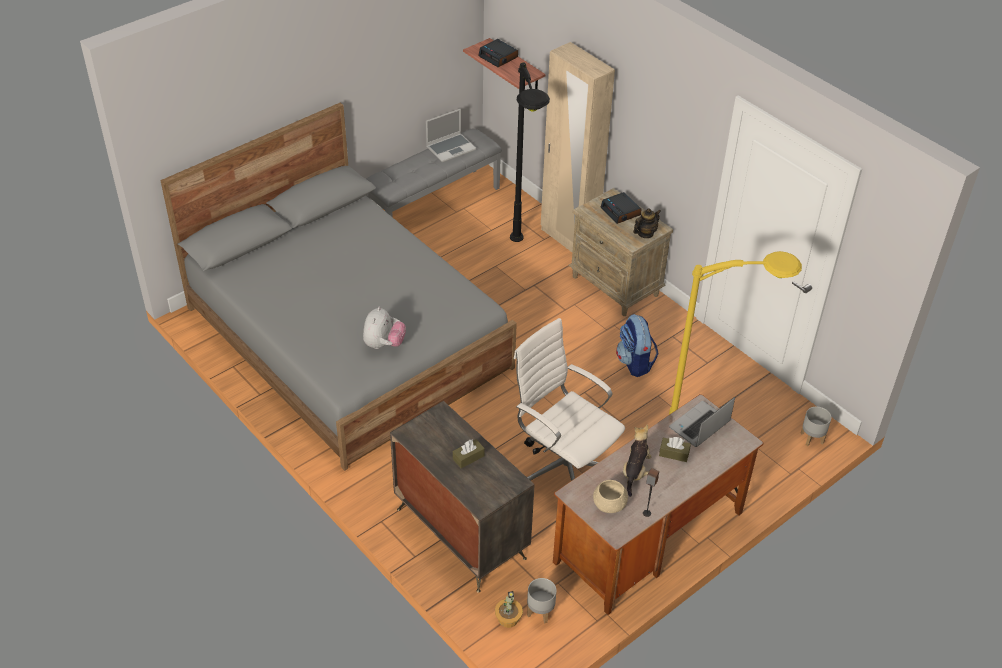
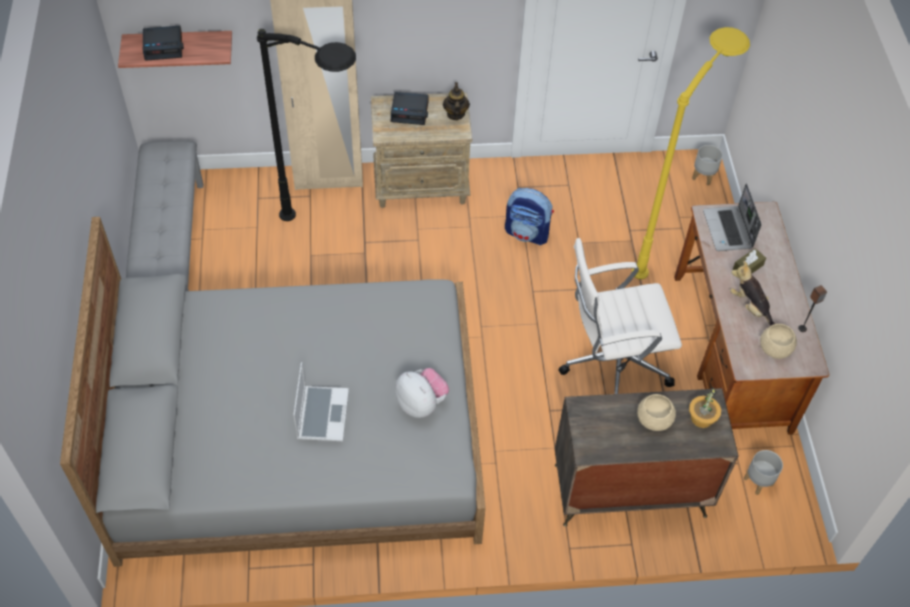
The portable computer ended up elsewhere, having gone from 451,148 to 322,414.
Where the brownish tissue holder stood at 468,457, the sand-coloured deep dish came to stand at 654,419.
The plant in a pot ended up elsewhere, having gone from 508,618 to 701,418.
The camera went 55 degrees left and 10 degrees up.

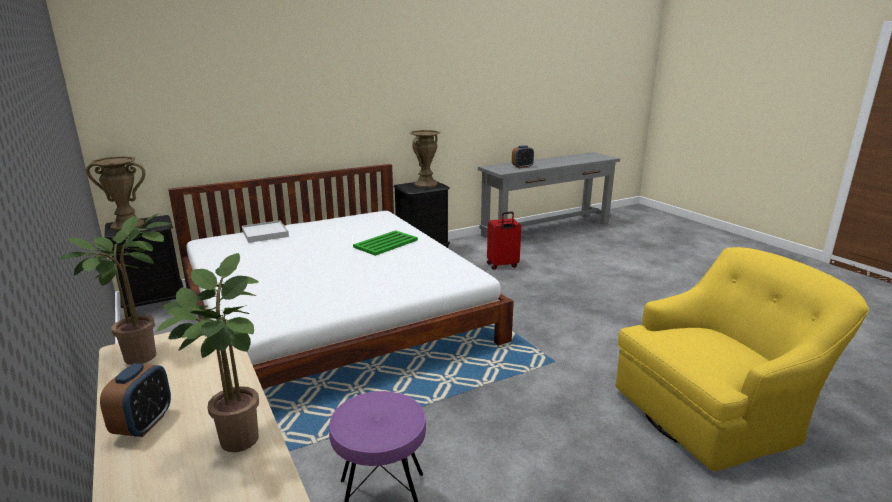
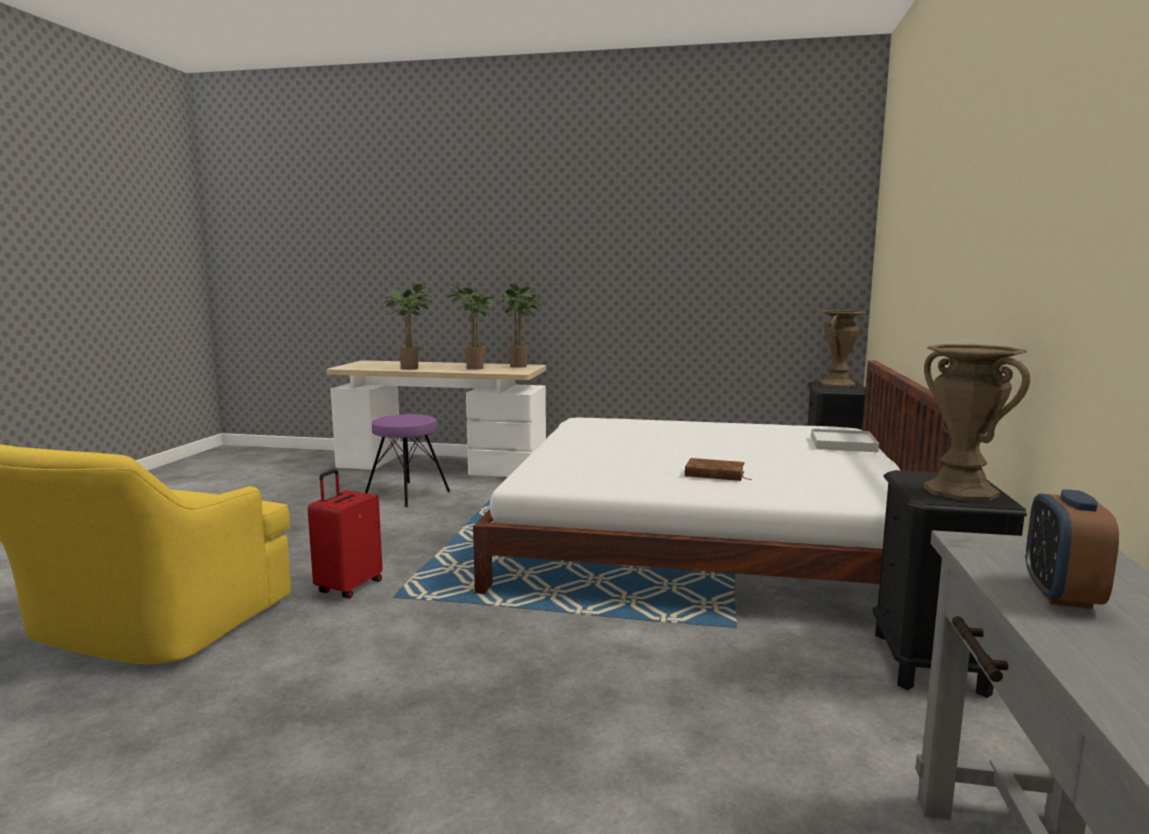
The second view lost the bedside clock at 144,424.
Where the green-coloured carrying tray stood at 386,243, the brownish volume came to stand at 715,474.
The red travel case ended up elsewhere, having gone from 502,265 to 348,587.
The second view gained the plant in a pot at 474,368.
The camera went 130 degrees right and 10 degrees down.

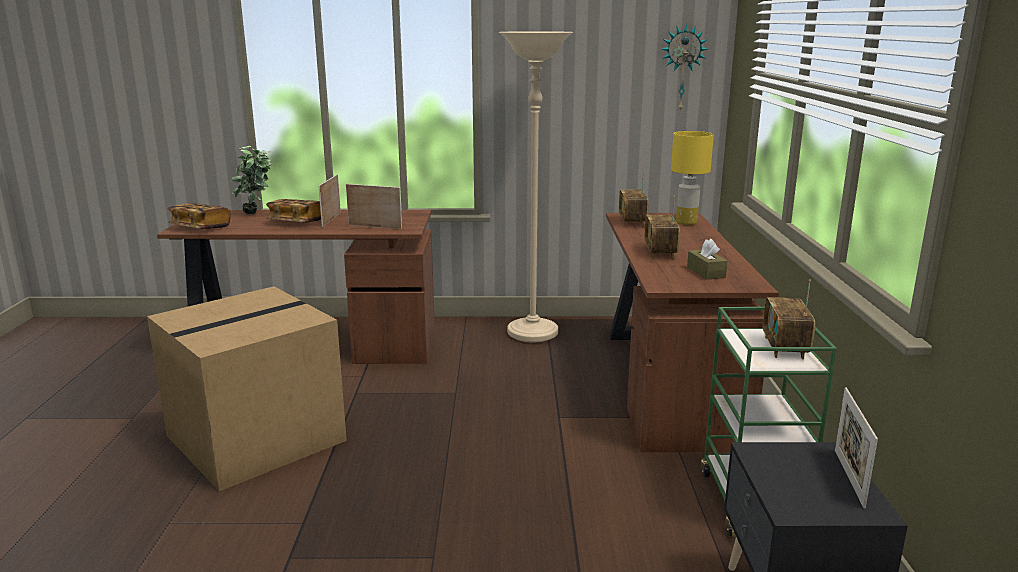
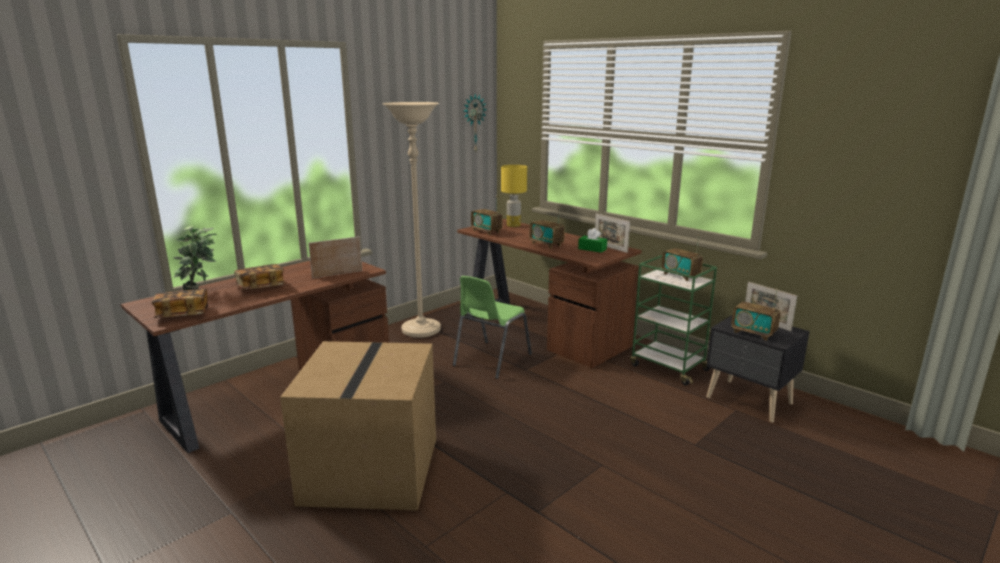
The standing frame ended up elsewhere, having gone from 331,219 to 610,248.
What was the brownish tissue holder at 706,272 turned into the green-coloured tissue holder at 592,249.
The second view gained the green-coloured plain chair at 491,360.
The second view gained the radio receiver at 753,333.
The camera went 45 degrees left and 0 degrees up.

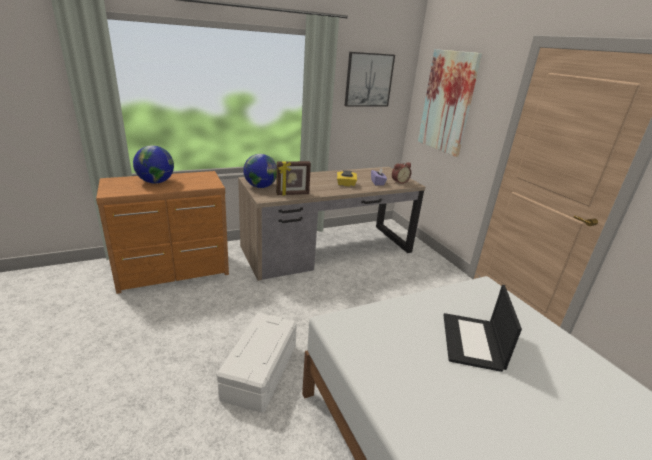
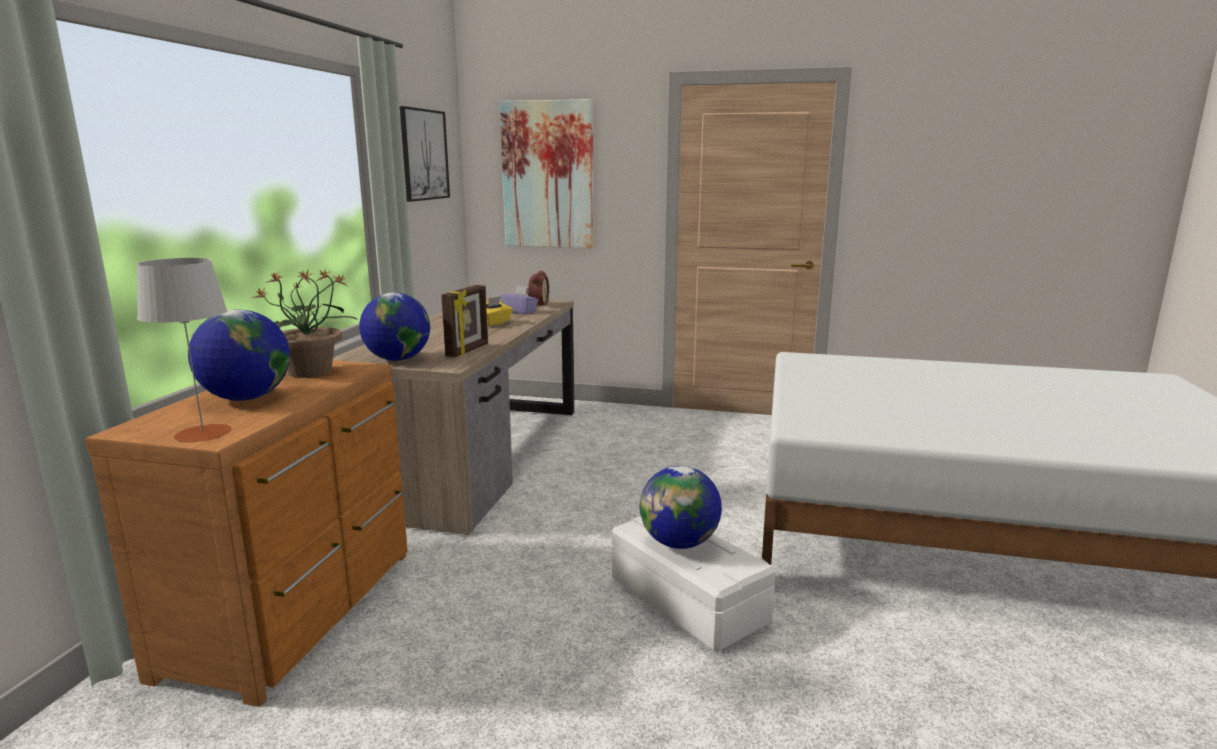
The second view lost the portable computer at 472,342.
The second view gained the gray table lamp at 203,433.
The second view gained the plant in a pot at 312,372.
The second view gained the world globe at 679,543.
The camera went 50 degrees left and 10 degrees down.

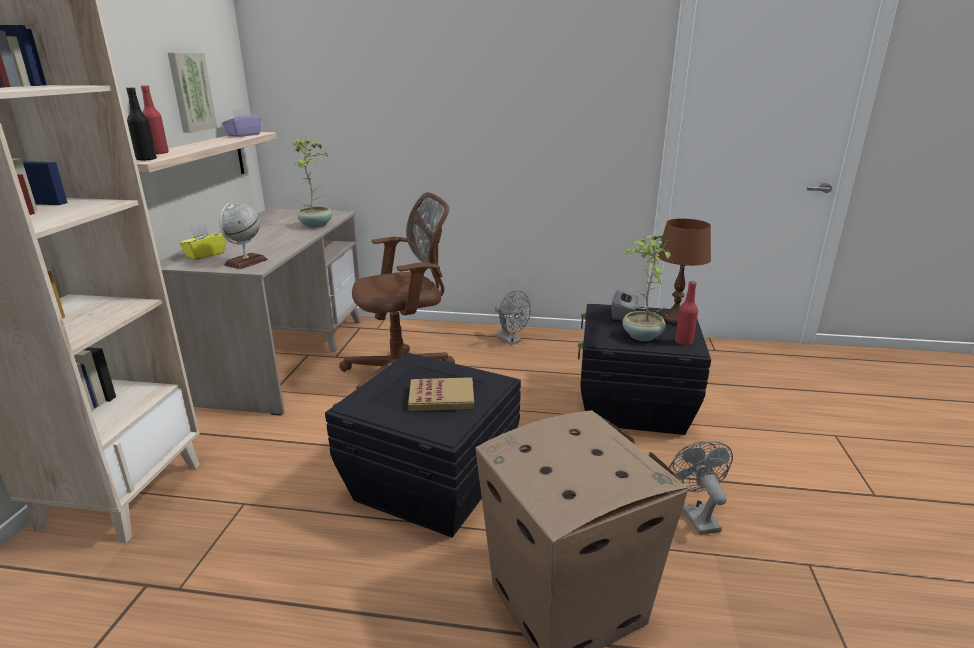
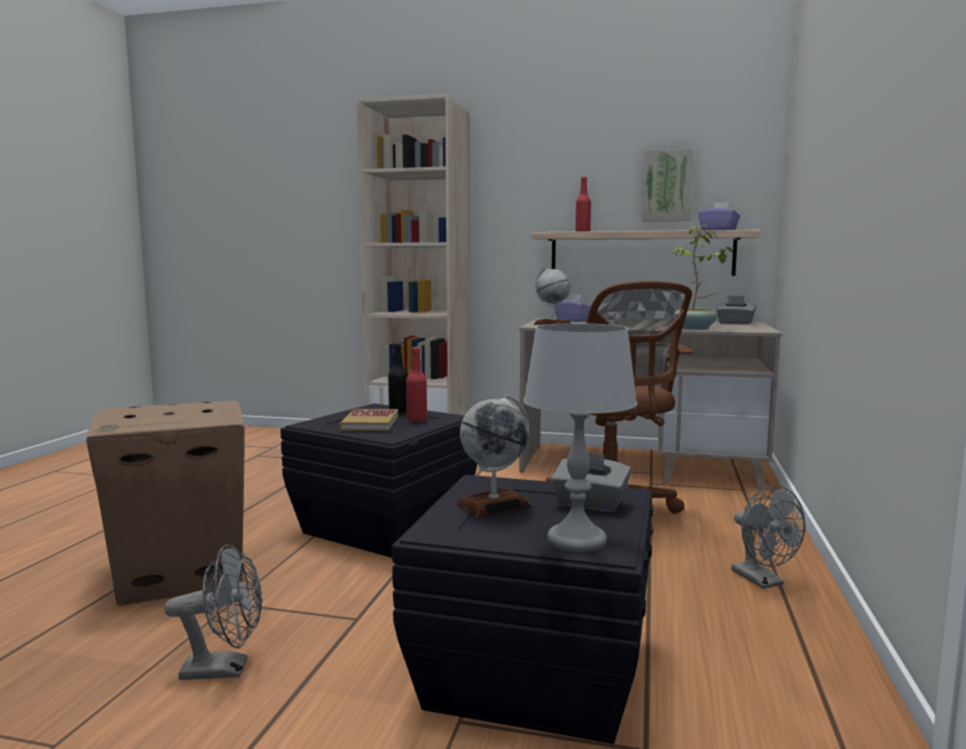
The black beverage bottle ended up elsewhere, having gone from 146,159 to 398,412.
What was the yellowish tissue holder at 205,255 turned into the purplish tissue holder at 573,321.
The gray electric fan at 511,340 ended up facing another way, 75 degrees counterclockwise from before.
Where the plant in a pot stood at 641,336, the world globe came to stand at 494,505.
What was the brownish table lamp at 674,318 turned into the gray table lamp at 577,540.
The red beverage bottle ended up elsewhere, having gone from 683,342 to 416,420.
The second view gained the gray tissue holder at 735,323.
The camera went 95 degrees right and 15 degrees down.

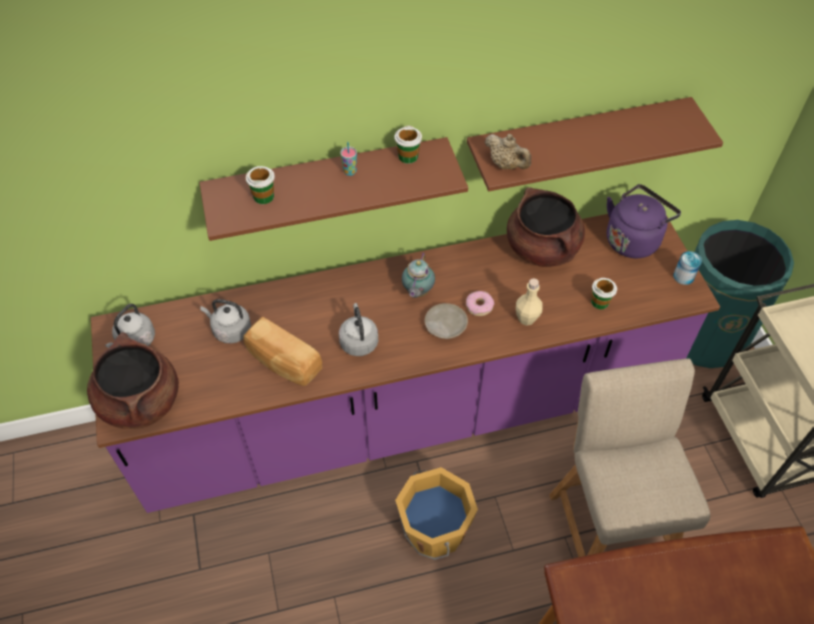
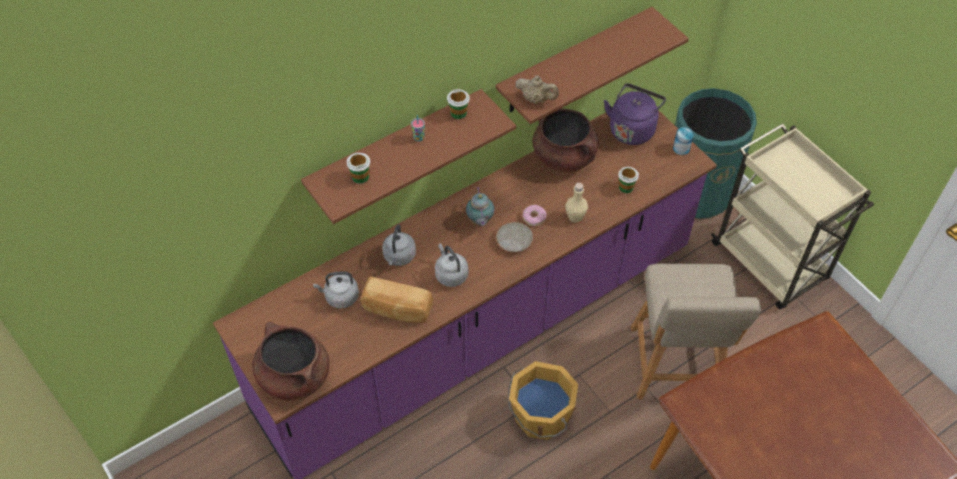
The gray kettle ended up elsewhere, having gone from 135,341 to 399,257.
The sand-coloured plain chair at 607,525 ended up facing another way, 150 degrees counterclockwise from before.
The camera went 20 degrees left and 0 degrees up.

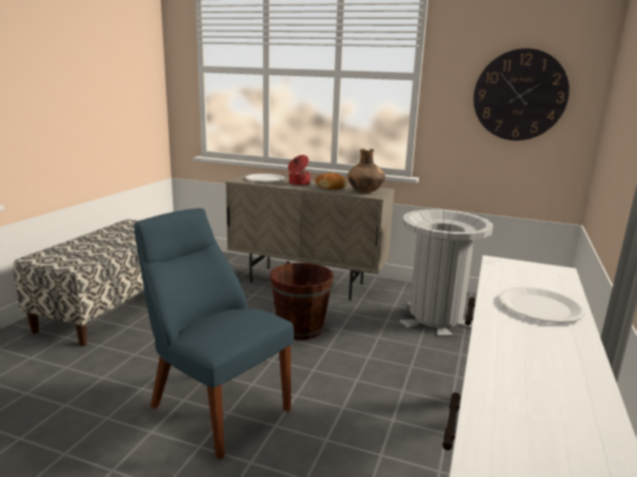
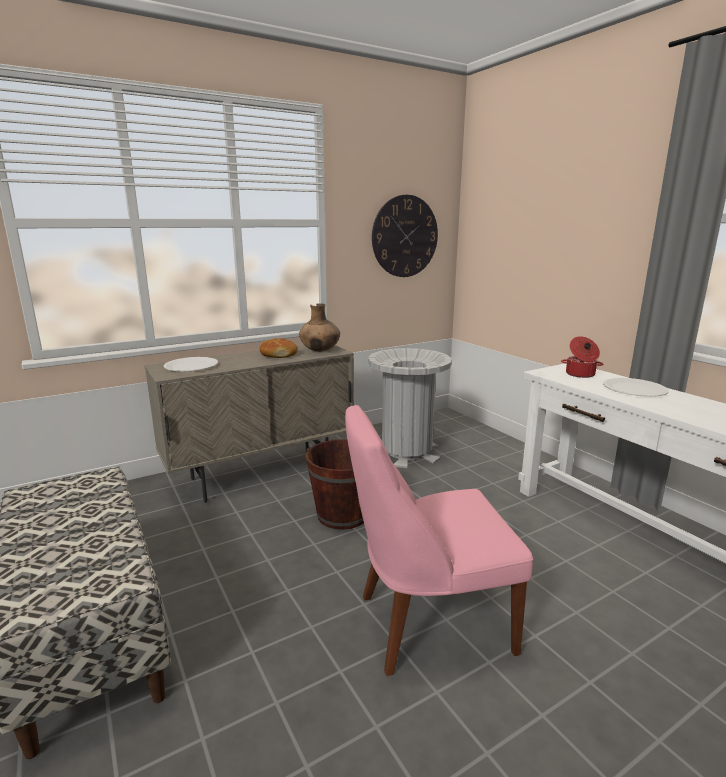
What was the bluish plain chair at 215,405 turned into the pink-coloured plain chair at 427,623.
The cooking pot ended up elsewhere, having gone from 298,183 to 580,374.
The camera went 50 degrees left and 0 degrees up.

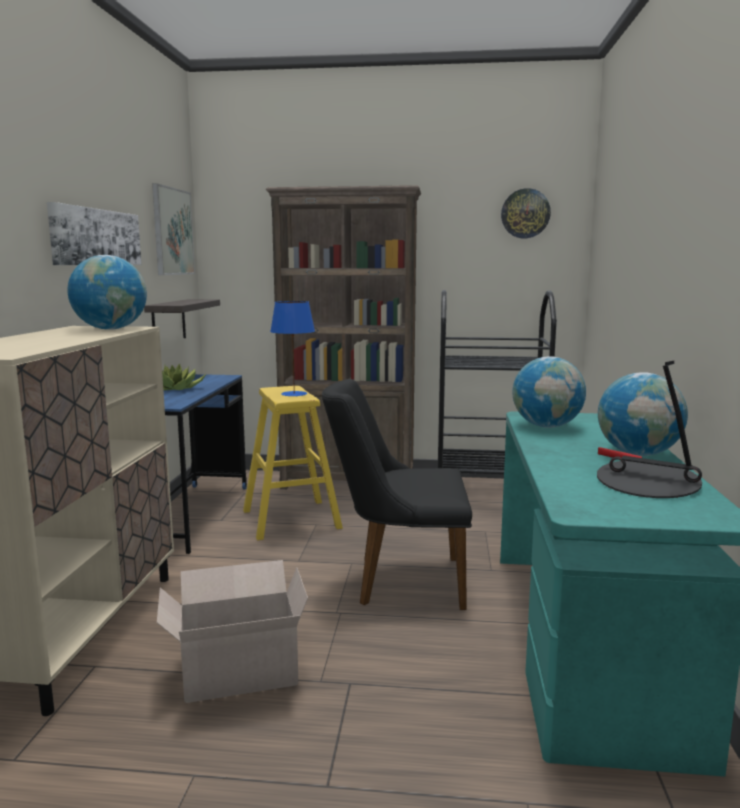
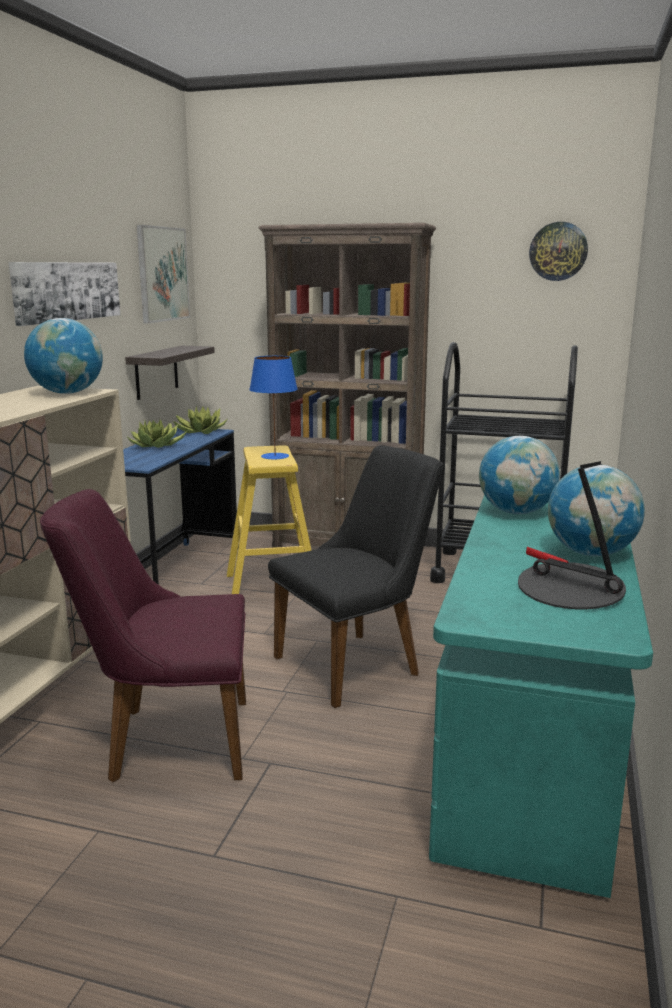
Where the carton stood at 236,672, the purplish plain chair came to stand at 166,740.
The black plain chair at 398,580 ended up facing another way, 135 degrees clockwise from before.
The second view gained the plant in a pot at 199,431.
The camera went 10 degrees right and 5 degrees up.

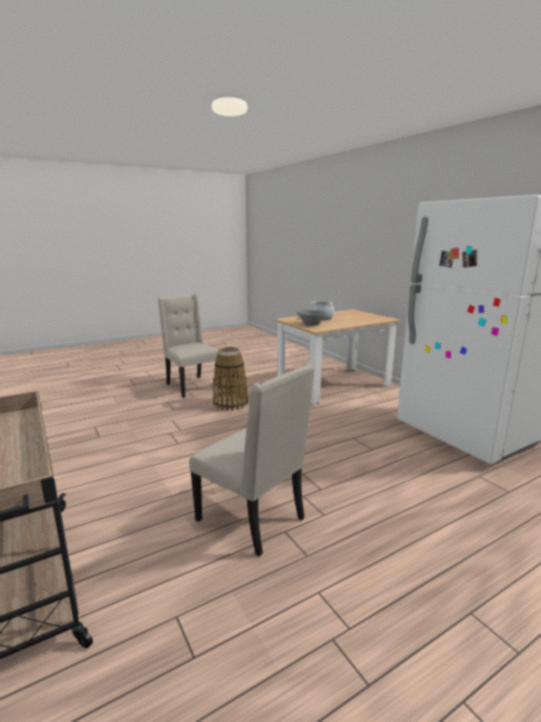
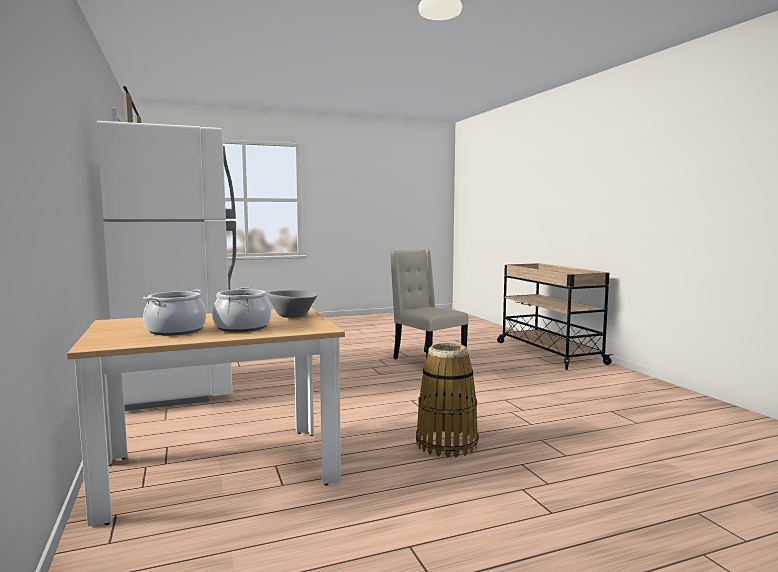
The second view lost the sand-coloured plain chair at 192,386.
The second view gained the cooking pot at 176,330.
The camera went 170 degrees left and 10 degrees down.

